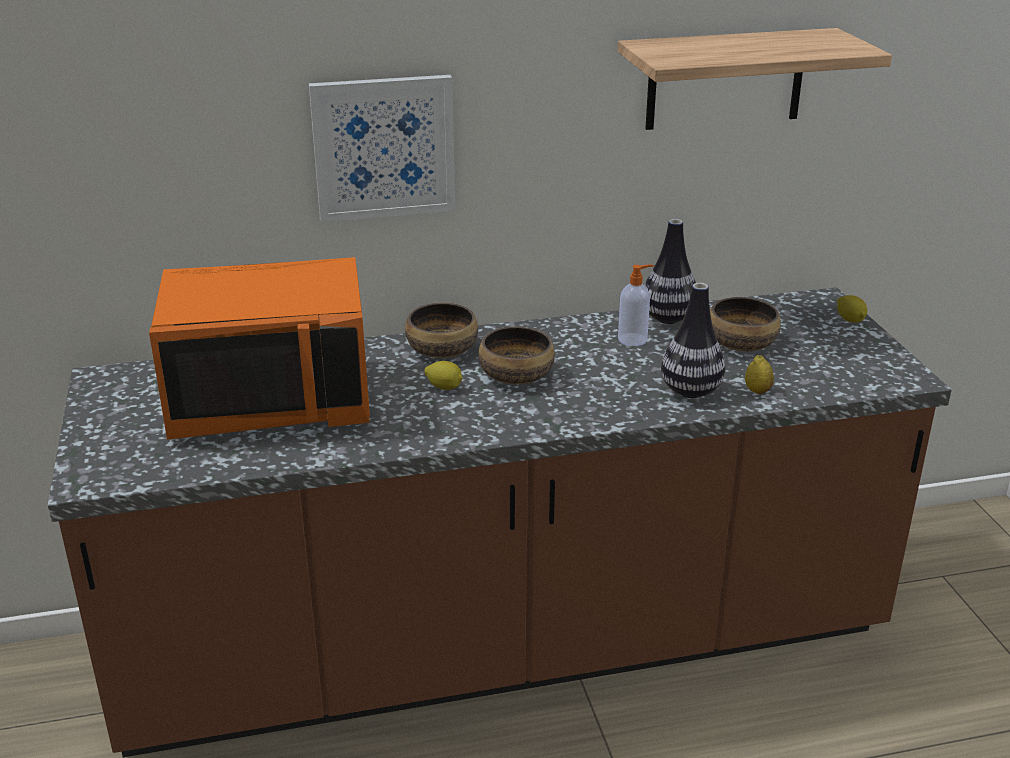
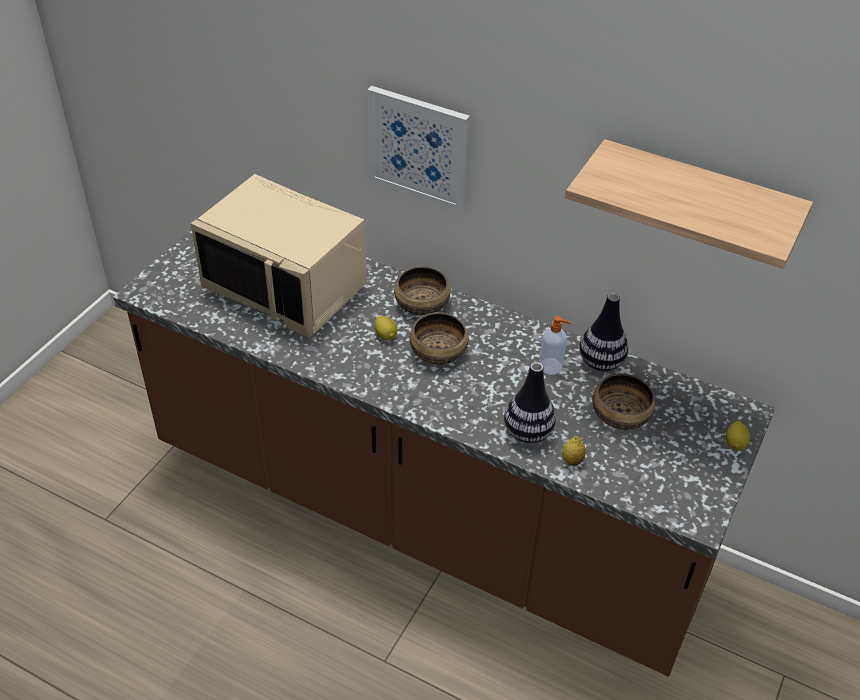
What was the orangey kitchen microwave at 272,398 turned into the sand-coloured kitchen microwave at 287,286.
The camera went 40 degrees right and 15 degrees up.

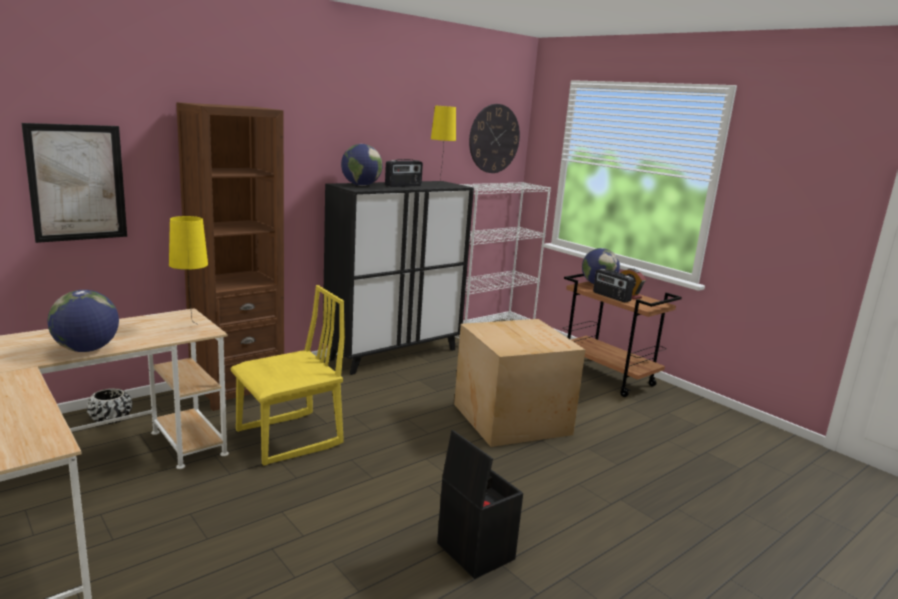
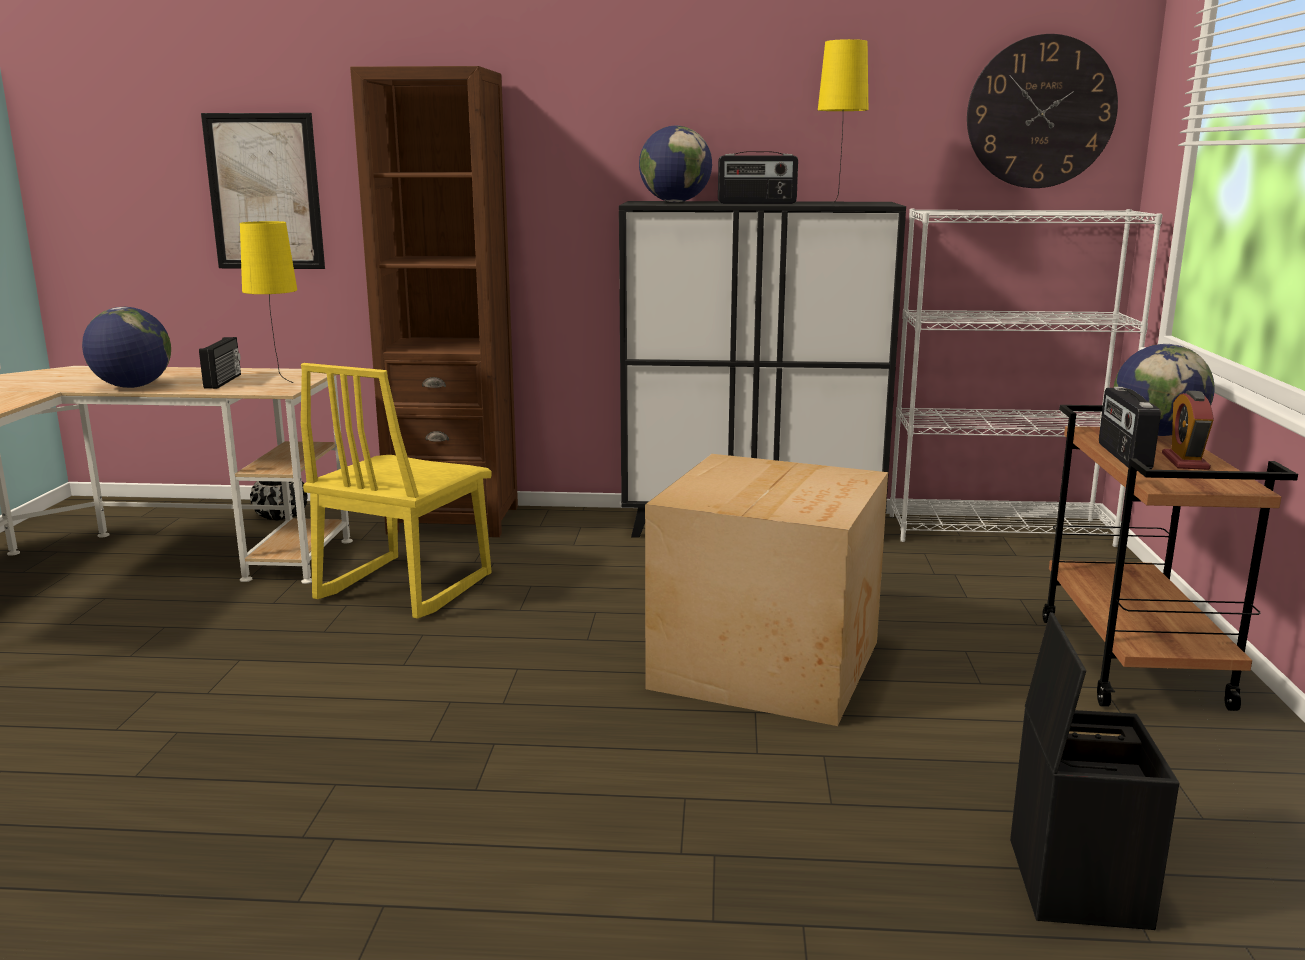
The yellowish plain chair at 289,438 ended up facing another way, 105 degrees clockwise from before.
The black storage container ended up elsewhere, having gone from 473,551 to 1074,880.
The second view gained the radio receiver at 224,381.
The camera went 45 degrees right and 0 degrees up.

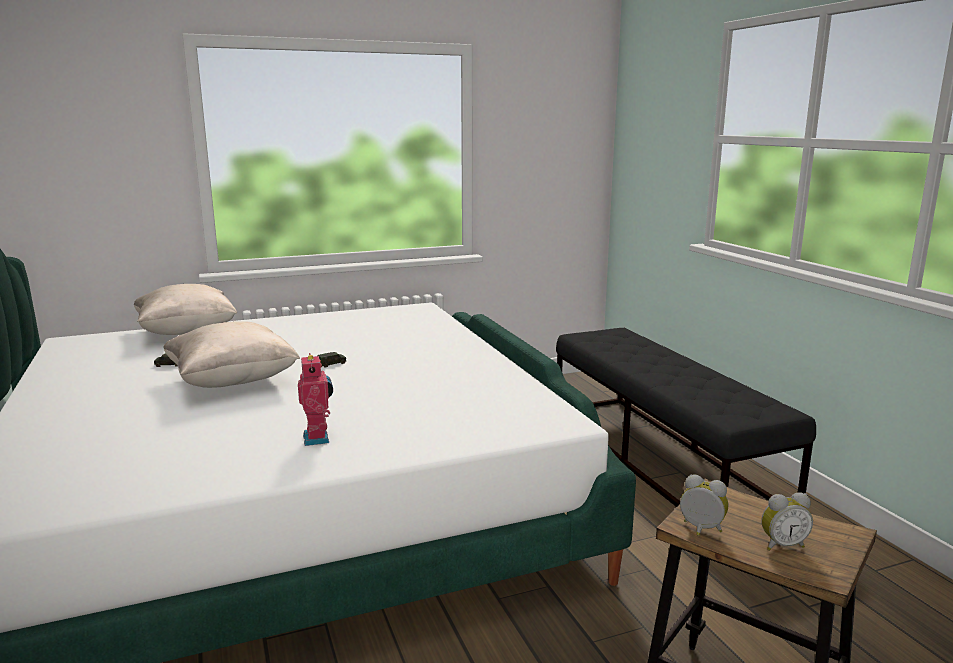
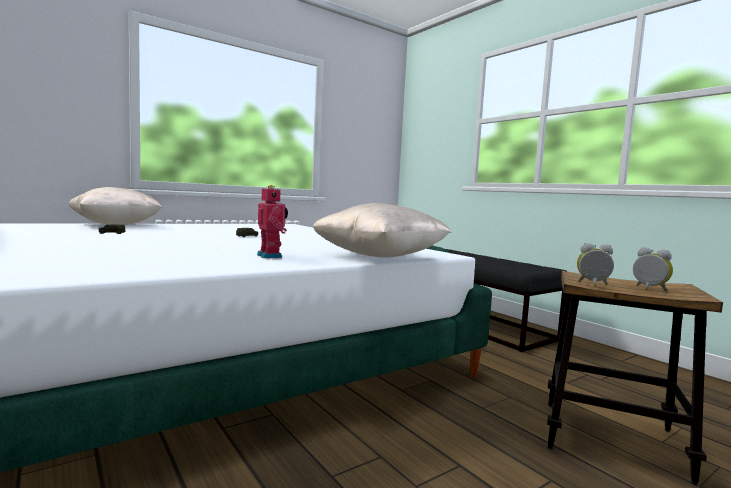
The sand-coloured pillow ended up elsewhere, having gone from 232,382 to 380,257.
The bedside clock at 781,545 ended up facing another way, 105 degrees counterclockwise from before.
The camera went 15 degrees left and 10 degrees down.

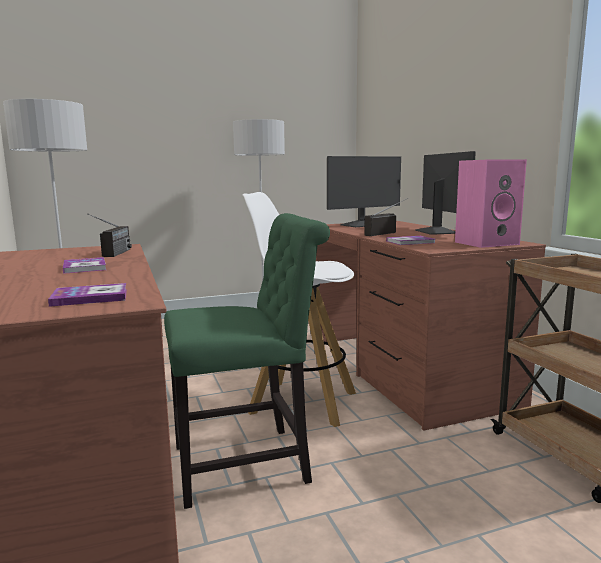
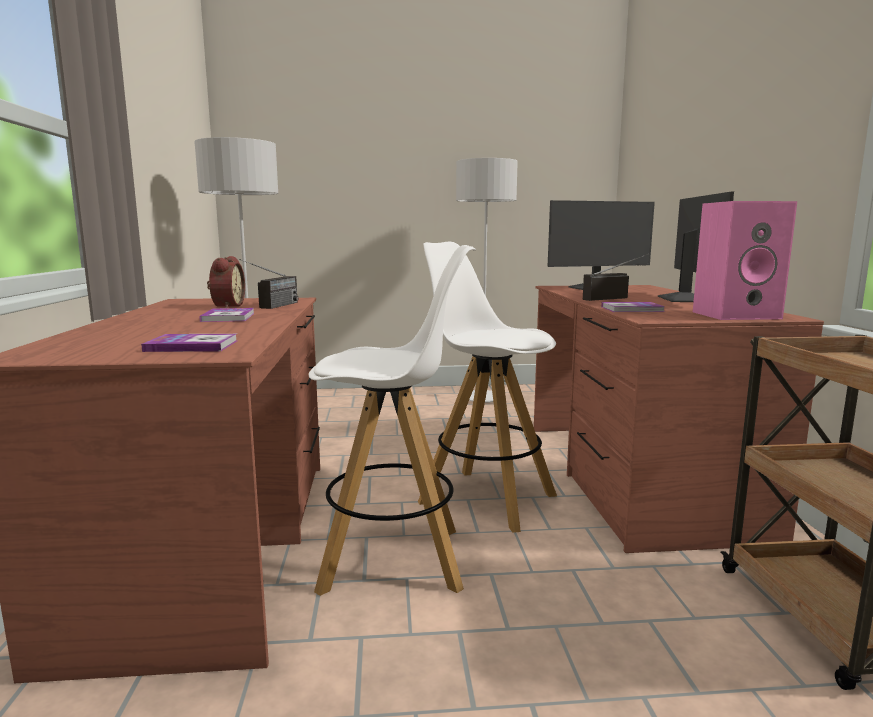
Where the green-coloured plain chair stood at 248,463, the white stool came to stand at 394,559.
The second view gained the bedside clock at 226,306.
The camera went 15 degrees right and 0 degrees up.

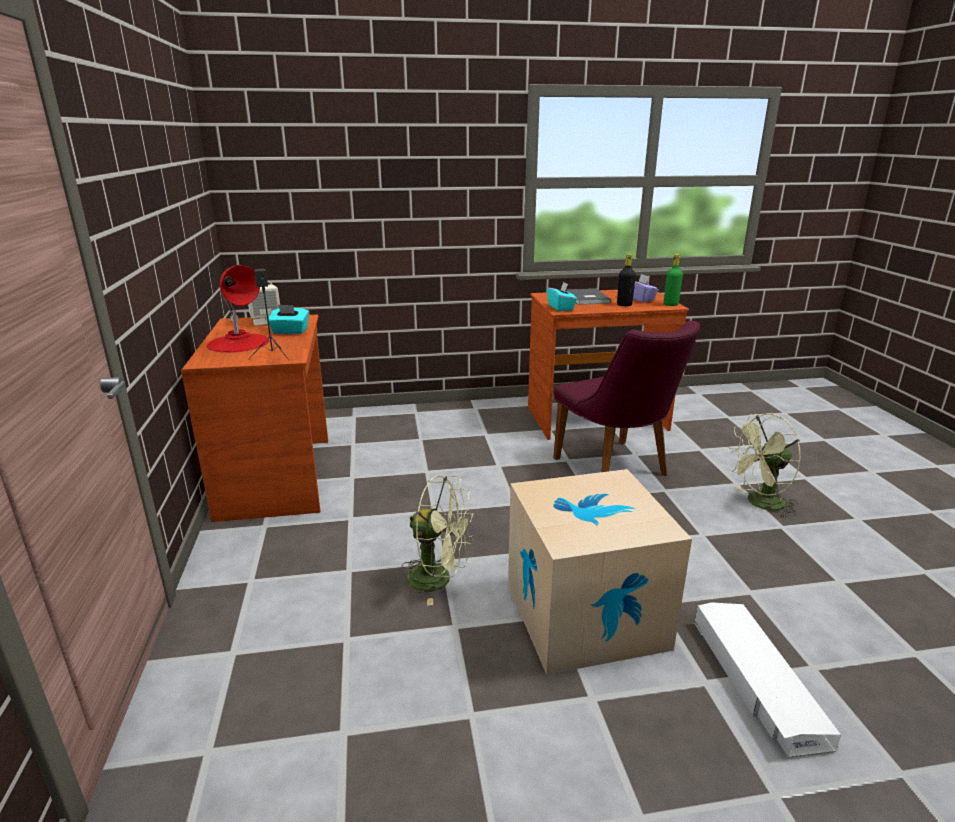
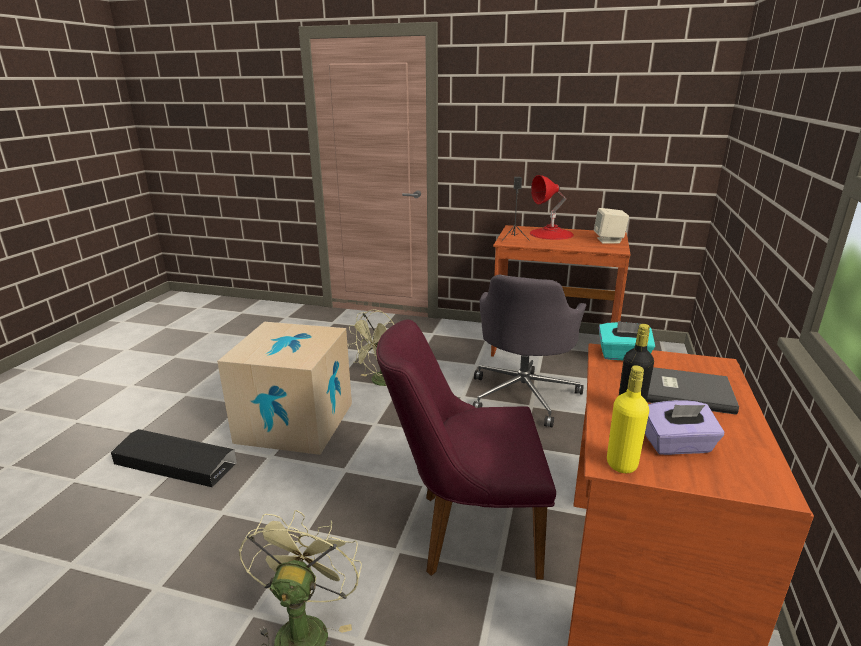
The second view lost the turquoise-coloured tissue holder at 290,331.
What was the green-coloured beverage bottle at 670,304 turned into the yellowish beverage bottle at 621,464.
What was the white storage container at 756,680 turned into the black storage container at 175,463.
The second view gained the gray office chair at 523,394.
The camera went 115 degrees right and 0 degrees up.

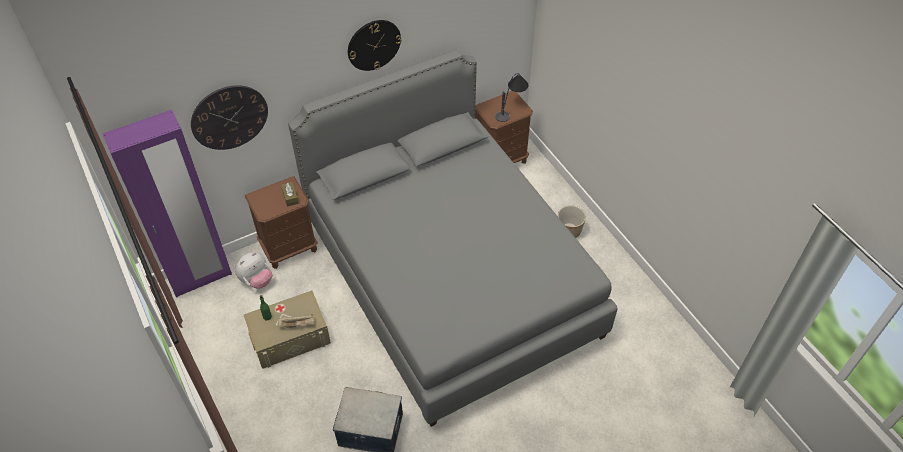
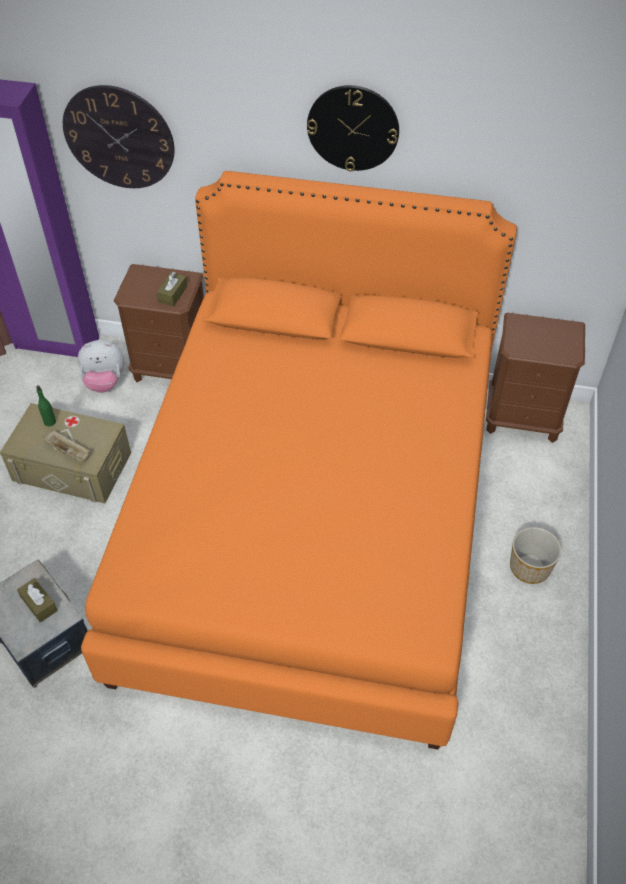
What was the gray bed at 451,278 turned into the orangey bed at 312,523.
The second view lost the table lamp at 511,108.
The second view gained the brownish tissue holder at 39,604.
The camera went 40 degrees right and 0 degrees up.

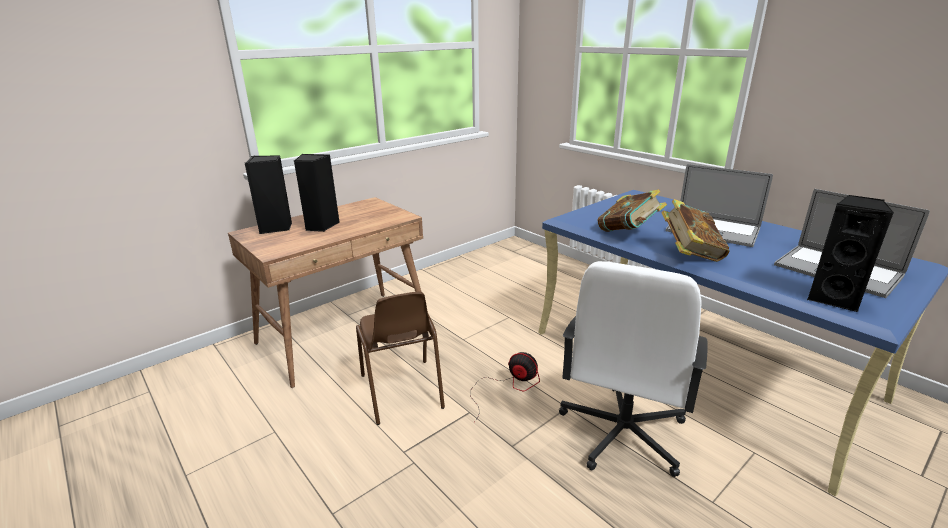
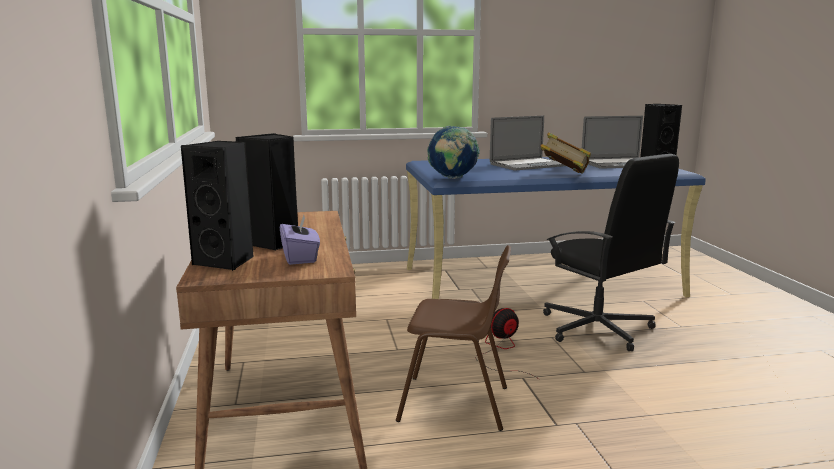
What was the white office chair at 622,433 turned into the black office chair at 597,328.
The second view lost the volume at 628,233.
The second view gained the purplish tissue holder at 300,257.
The second view gained the world globe at 452,178.
The camera went 60 degrees left and 10 degrees down.

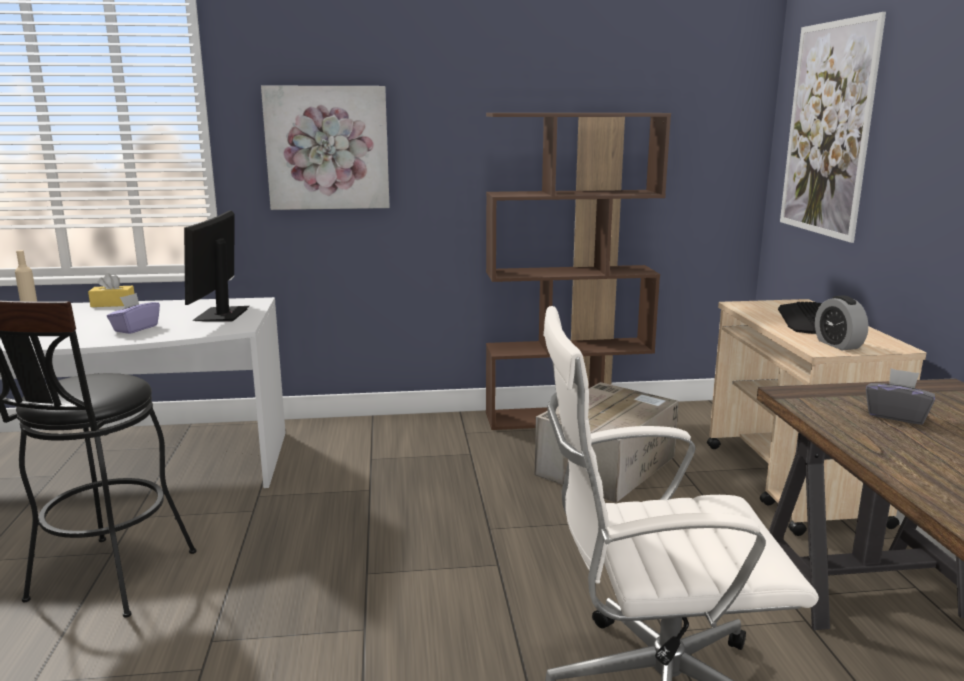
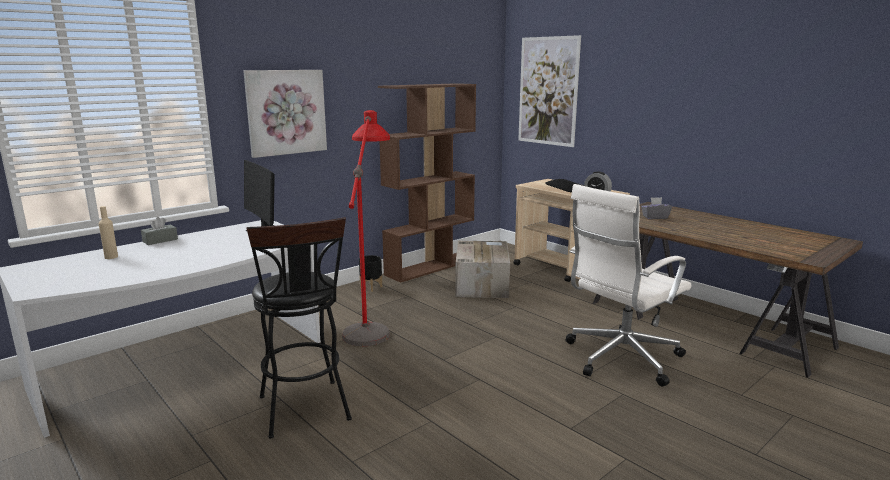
What was the yellowish tissue holder at 113,304 turned into the gray tissue holder at 160,240.
The second view lost the purplish tissue holder at 135,328.
The second view gained the red standing lamp at 370,321.
The second view gained the black plant pot at 371,287.
The camera went 35 degrees left and 0 degrees up.

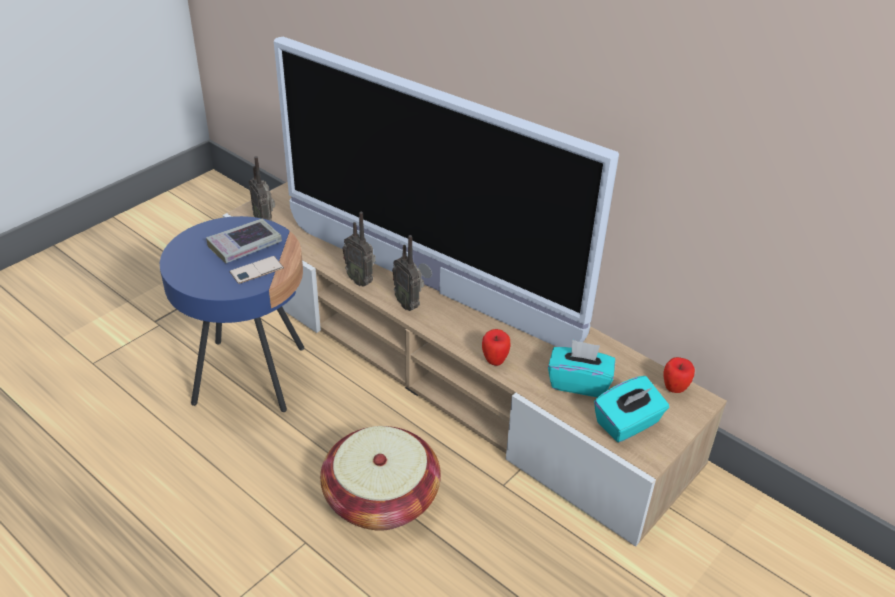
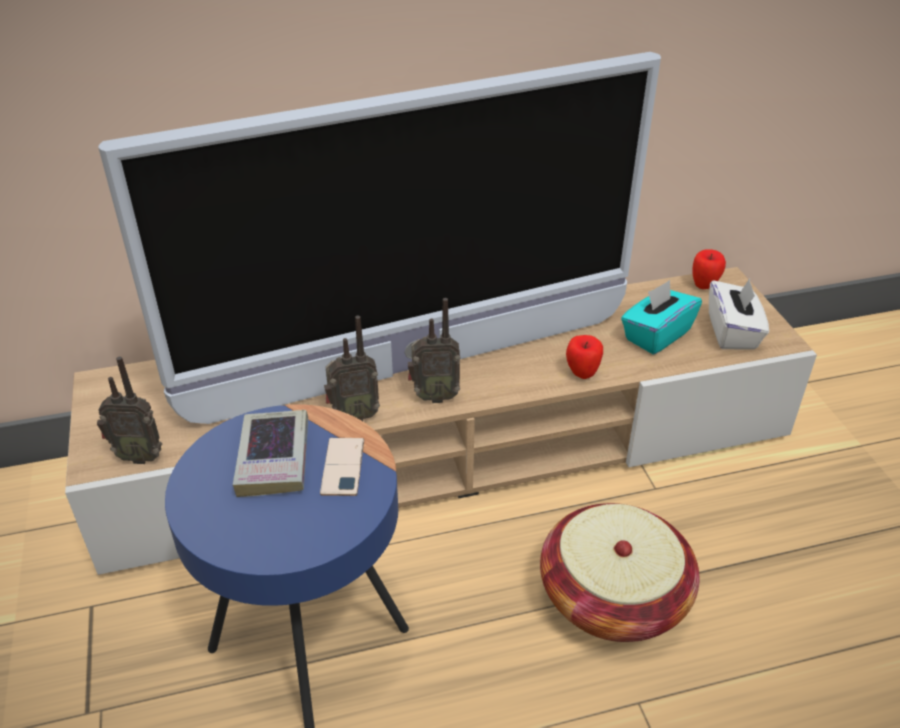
What was the turquoise-coloured tissue holder at 627,424 turned into the white tissue holder at 732,332.
The camera went 55 degrees left and 0 degrees up.

